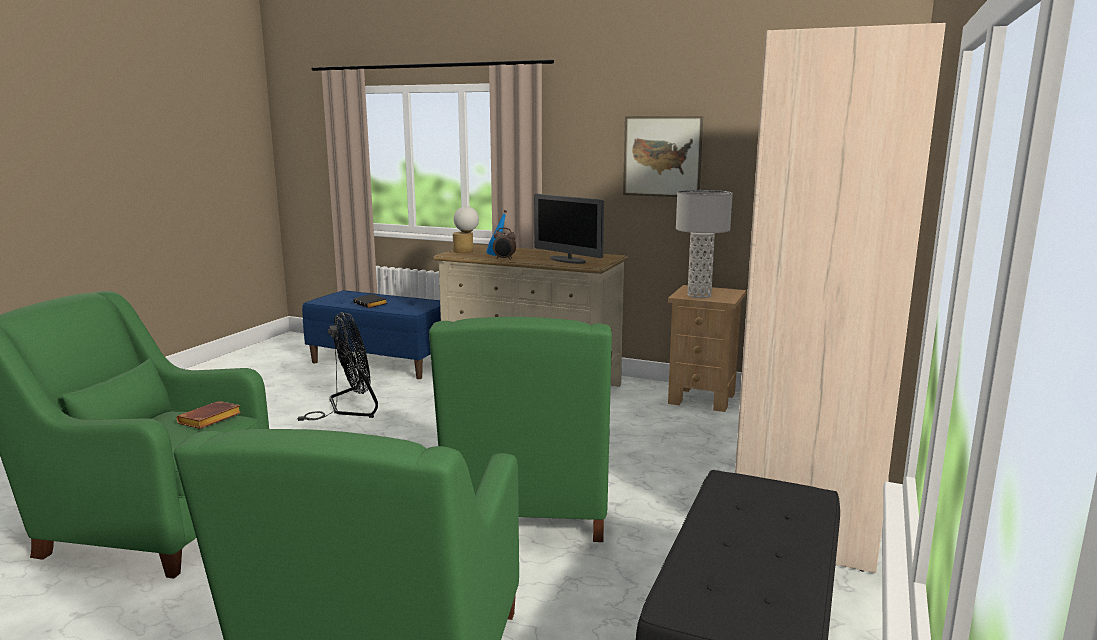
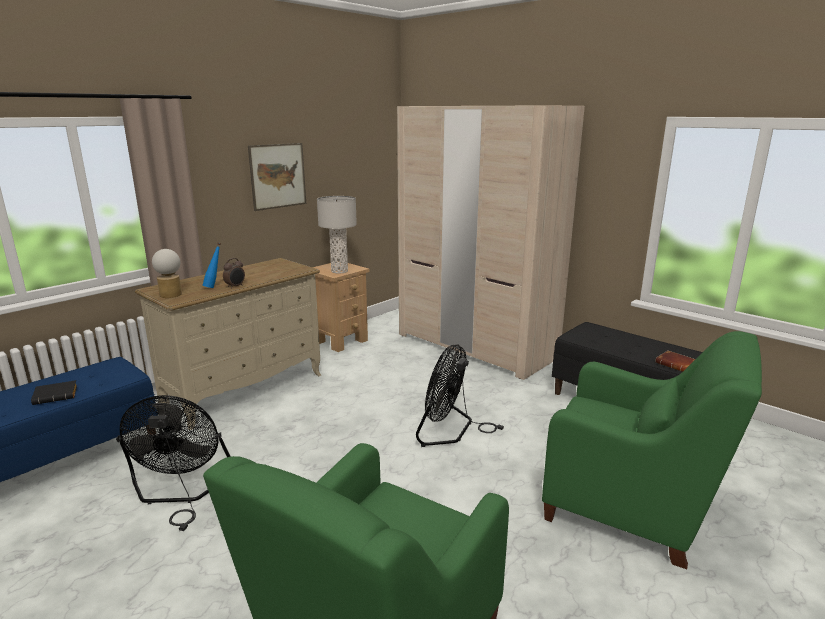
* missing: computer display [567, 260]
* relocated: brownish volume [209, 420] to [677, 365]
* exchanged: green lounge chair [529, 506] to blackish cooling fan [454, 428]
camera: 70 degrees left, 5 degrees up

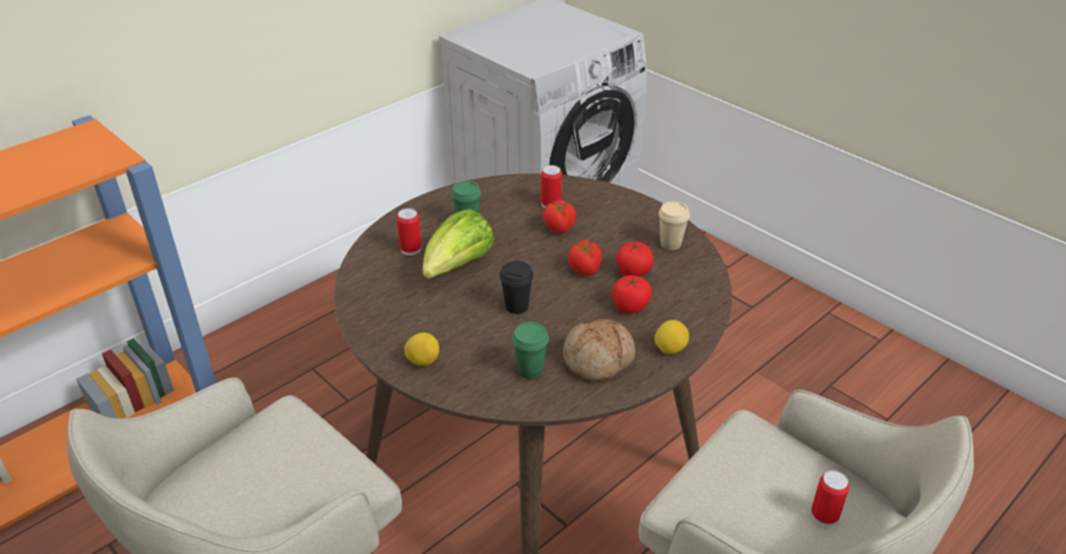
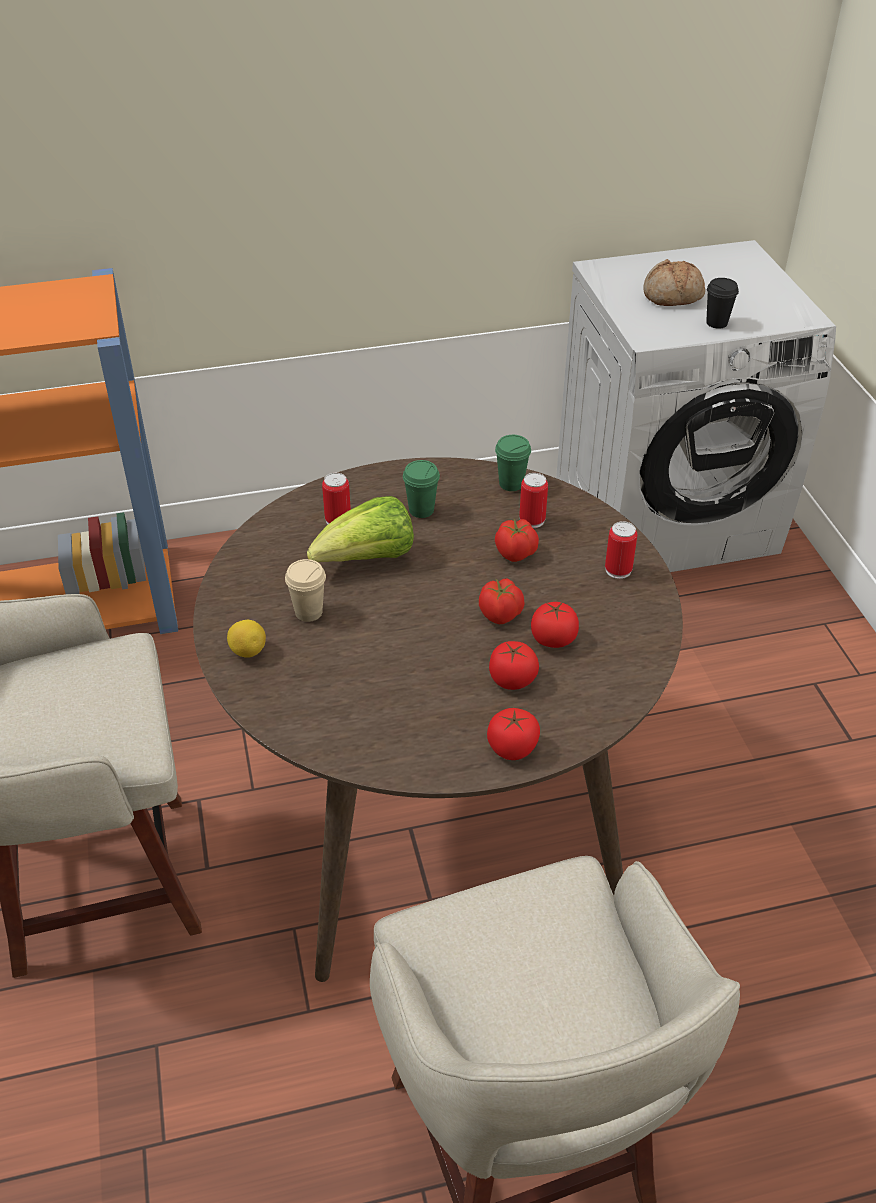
* relocated: blackish drinking cup [516, 306] to [716, 323]
* relocated: green drinking cup [530, 370] to [511, 484]
* relocated: bread [599, 360] to [672, 296]
* relocated: beige drinking cup [670, 244] to [309, 612]
* relocated: sealed can [824, 515] to [618, 570]
* exchanged: lemon [670, 349] to fresh tomato [512, 748]
camera: 30 degrees right, 5 degrees up

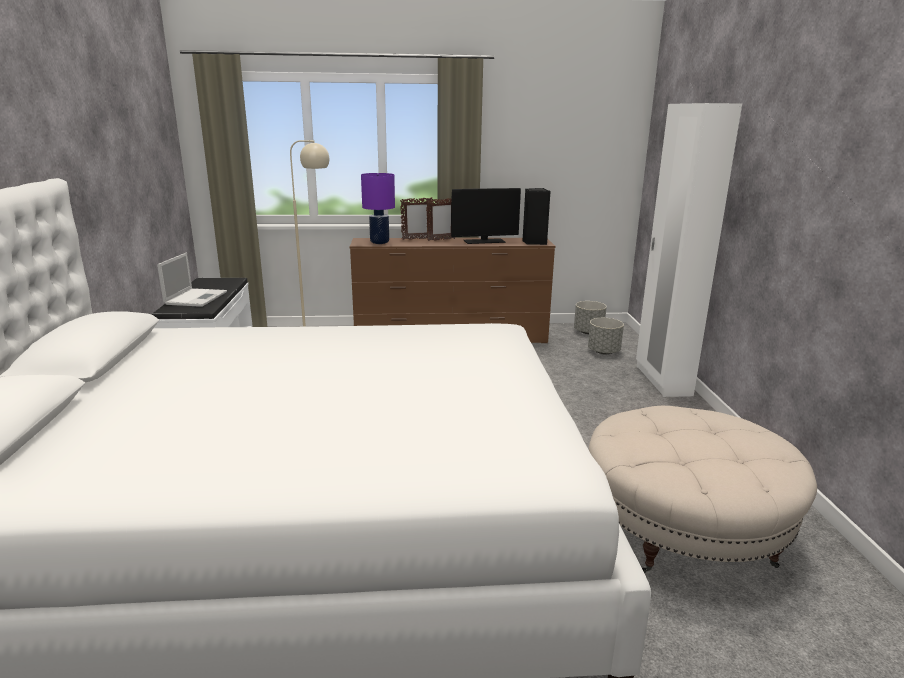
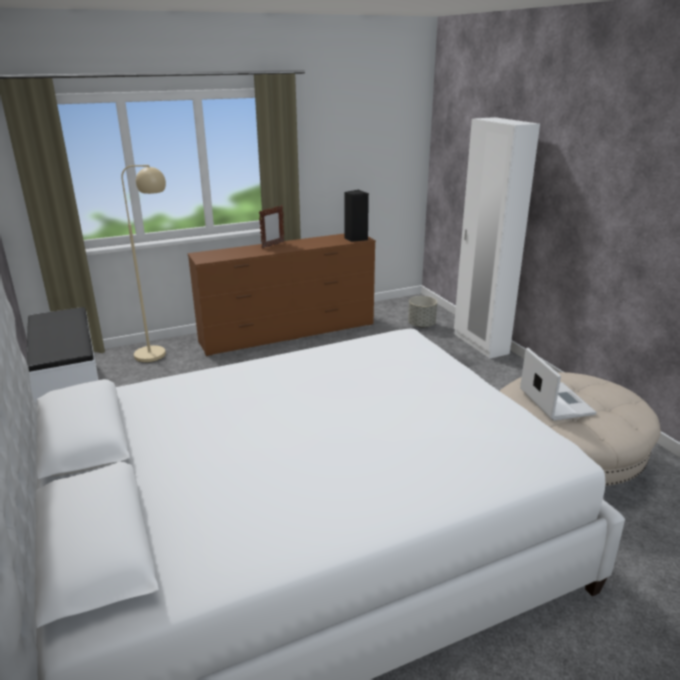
* missing: purple-coloured table lamp [379, 243]
* missing: photo frame [417, 239]
* missing: computer display [484, 241]
* missing: gray plant pot [588, 332]
* relocated: portable computer [196, 298] to [555, 401]
camera: 20 degrees left, 5 degrees up

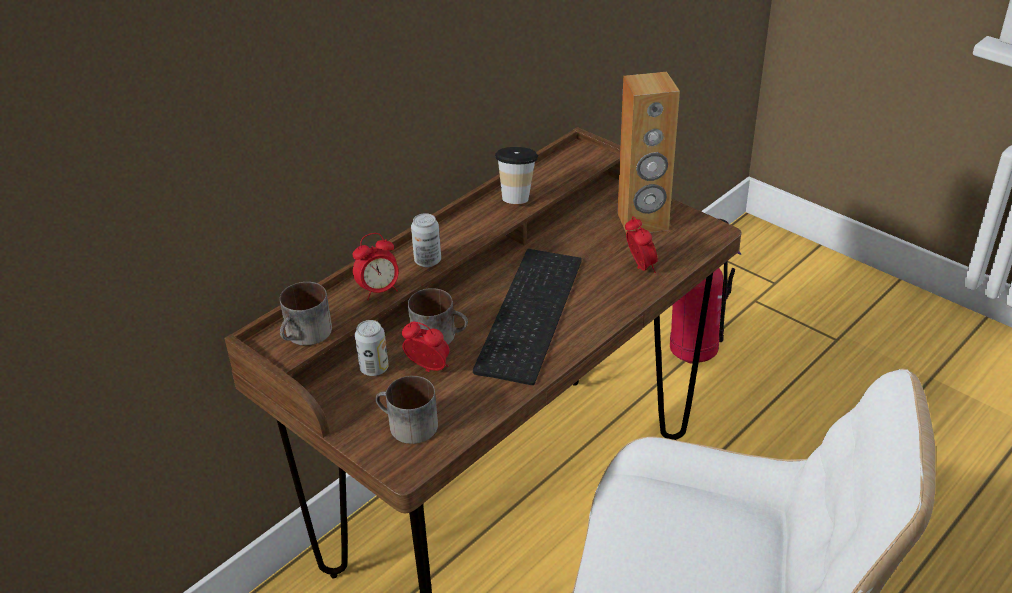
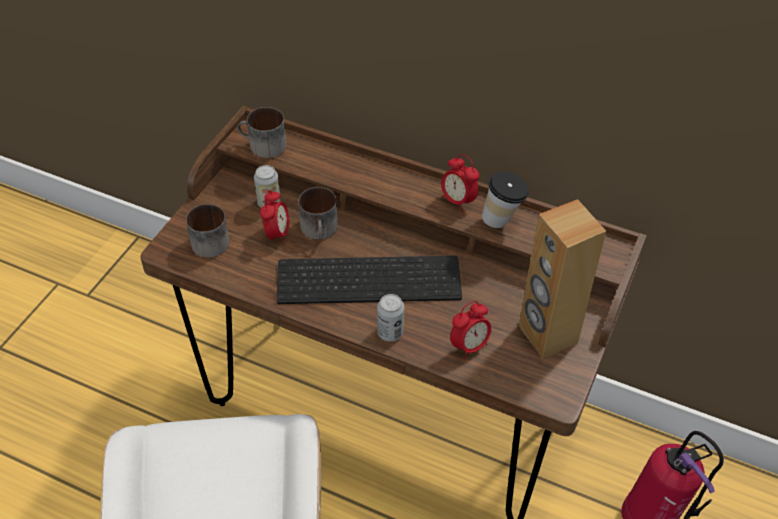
* relocated: table clock [379, 290] to [458, 201]
* relocated: sealed can [427, 261] to [390, 332]
camera: 70 degrees right, 10 degrees up

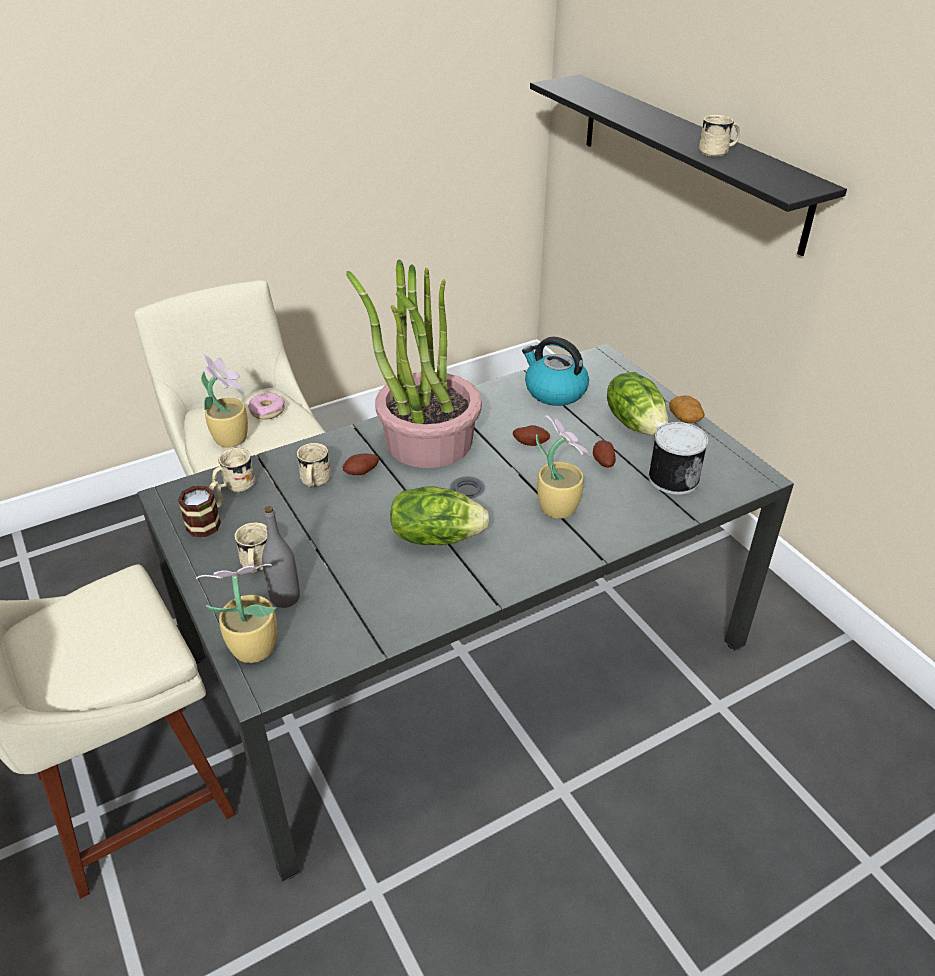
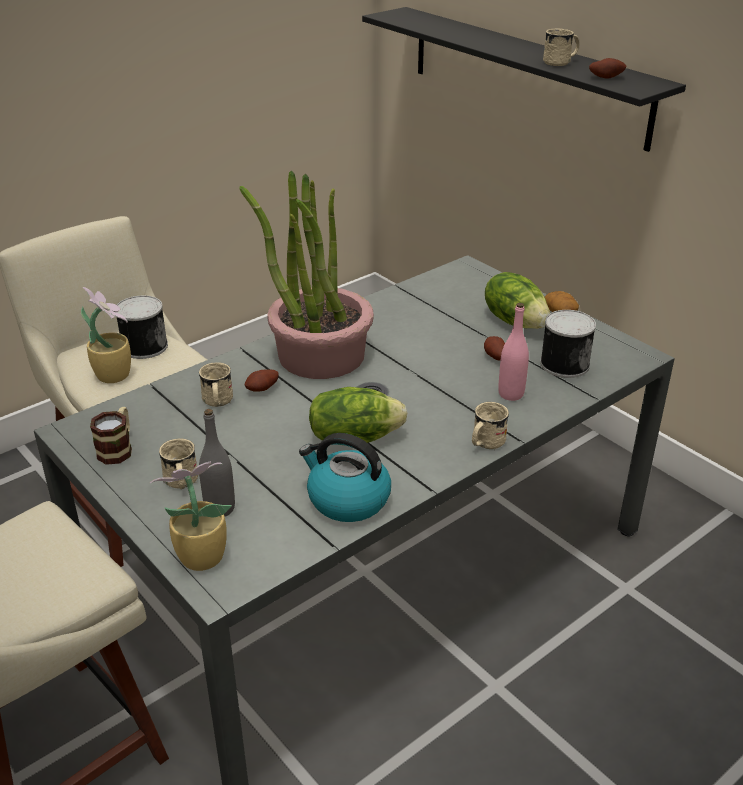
* missing: houseplant [558, 507]
* appeared: pink drink bottle [511, 394]
* relocated: beige tea mug [234, 486] to [485, 443]
* relocated: potato [531, 443] to [606, 77]
* relocated: water kettle [554, 391] to [347, 499]
* exchanged: donut [267, 411] to sealed can [143, 346]
camera: 10 degrees left, 5 degrees down

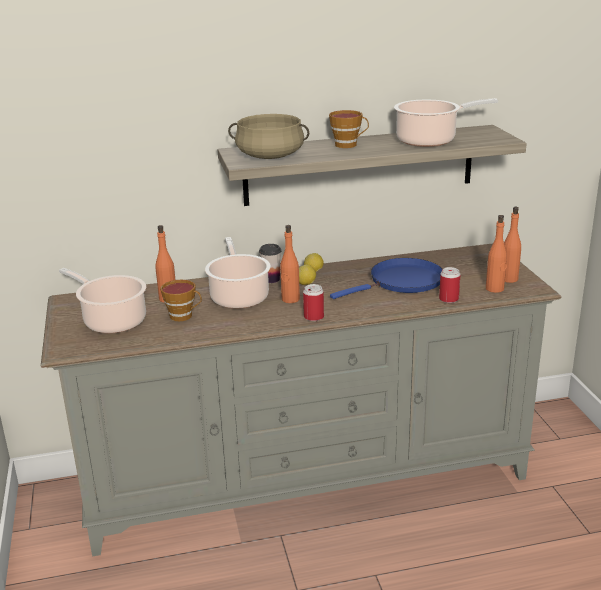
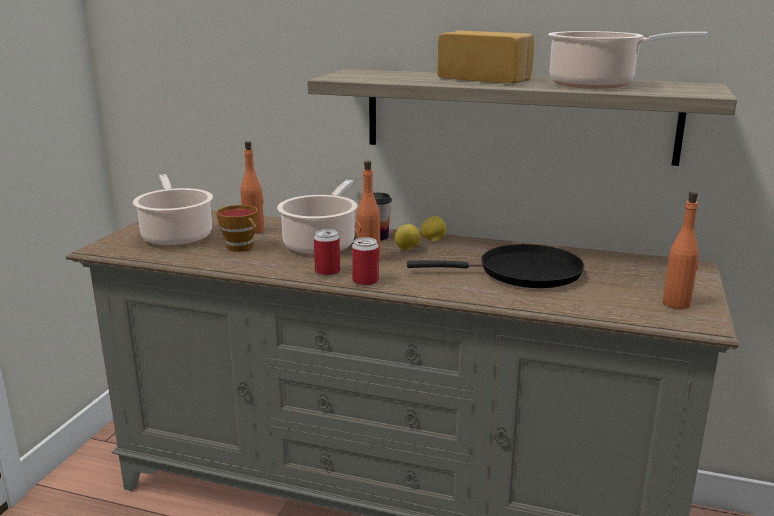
* missing: beige saucepot [270, 156]
* missing: orange drink bottle [495, 289]
* relocated: sealed can [448, 299] to [327, 272]
* exchanged: drinking cup [348, 145] to bread [486, 78]
* colour: bluish pan [402, 282] to blackish pan [522, 273]
camera: 30 degrees right, 5 degrees down

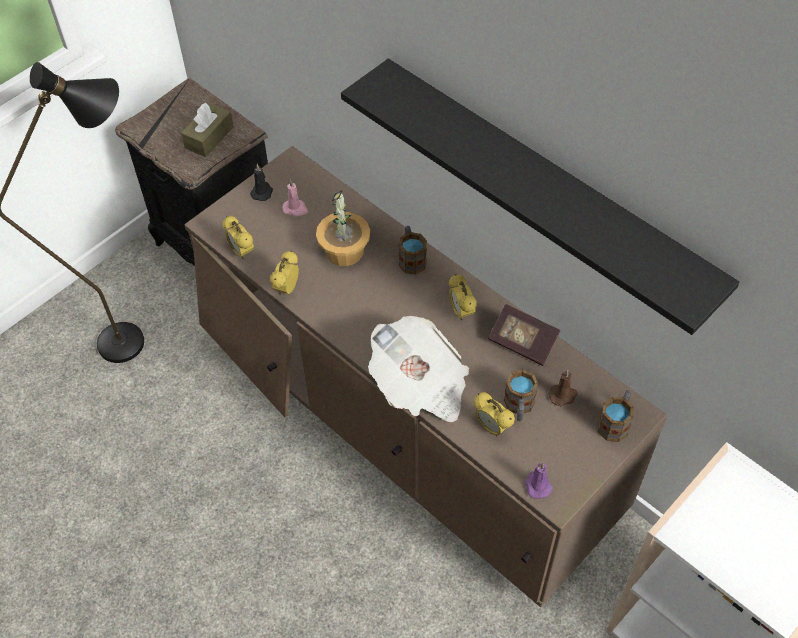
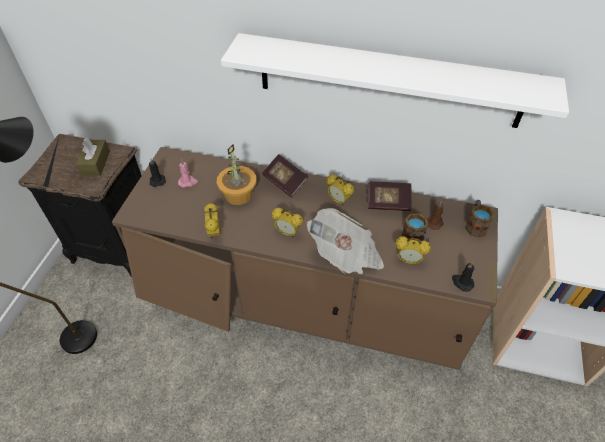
* relocated: table clock [241, 252] to [287, 233]
* exchanged: tea mug [411, 258] to volume [285, 182]
* colour: blackish bracket shelf [545, 189] to white-coloured bracket shelf [388, 81]
* colour: purple-coloured wax light [537, 485] to blackish wax light [462, 282]
camera: 30 degrees left, 5 degrees down

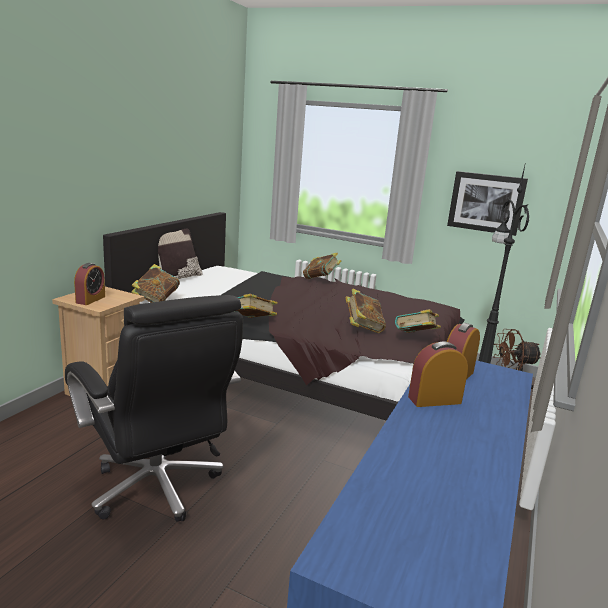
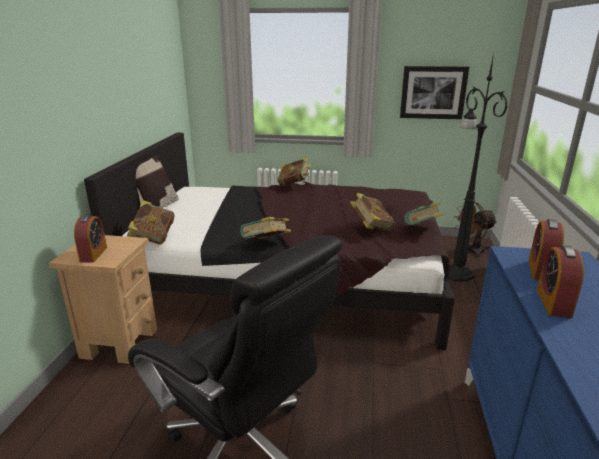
* spun: table clock [434, 400] = [553, 302] 45 degrees counterclockwise
camera: 15 degrees left, 5 degrees up

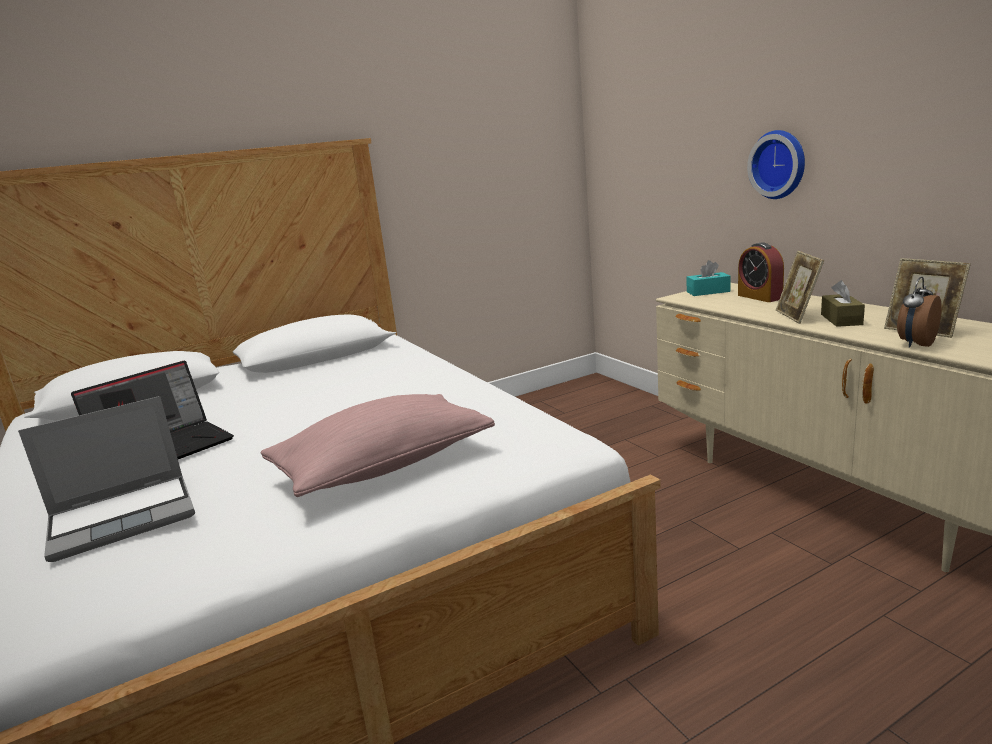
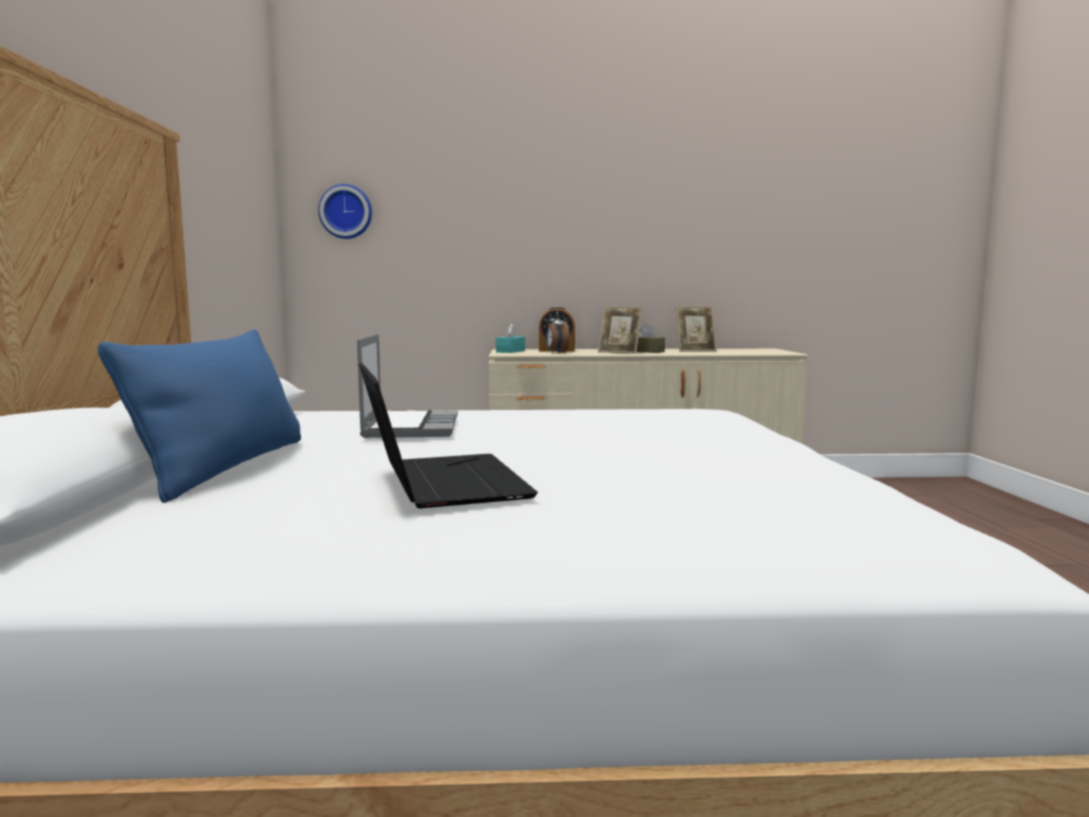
* missing: pink throw pillow [383, 466]
* appeared: bluish throw pillow [226, 467]
* relocated: portable computer [124, 517] to [410, 427]
* relocated: clock on the wall [779, 164] to [346, 212]
* relocated: table clock [915, 344] to [556, 352]
camera: 65 degrees left, 10 degrees down

